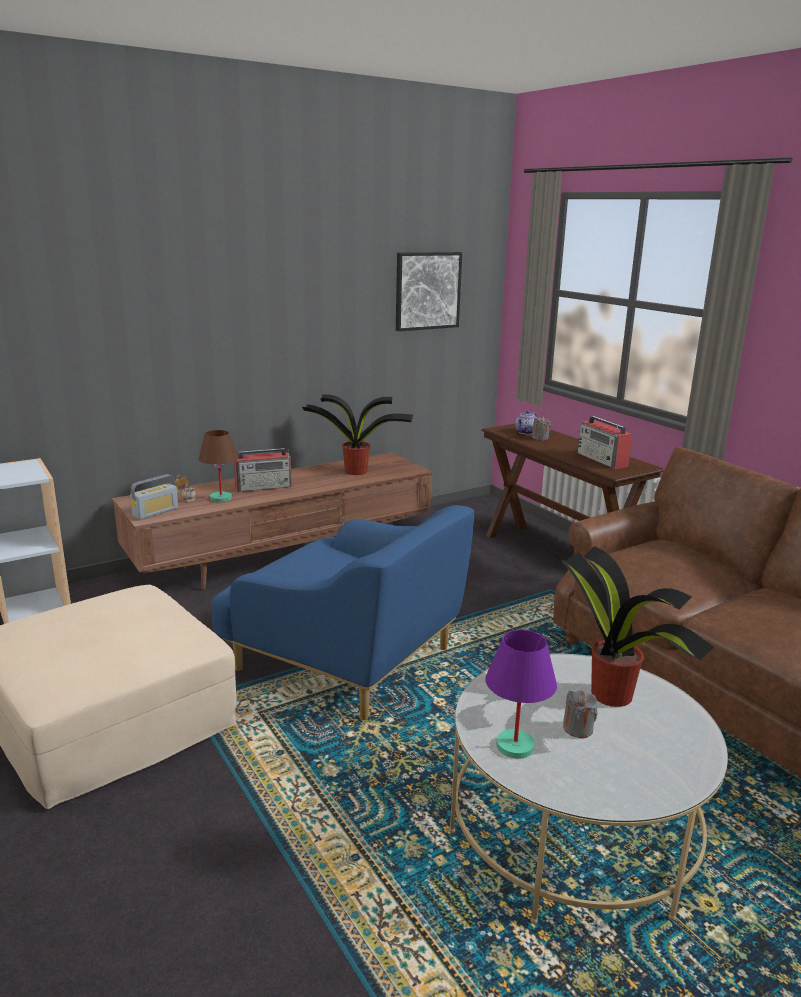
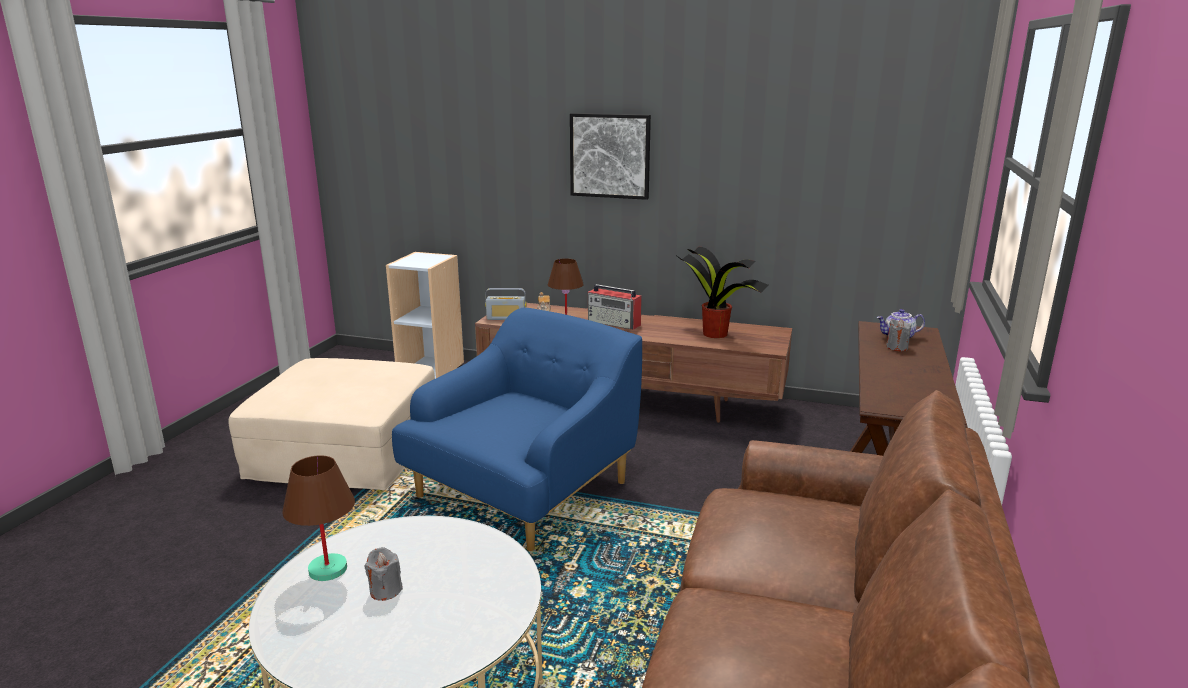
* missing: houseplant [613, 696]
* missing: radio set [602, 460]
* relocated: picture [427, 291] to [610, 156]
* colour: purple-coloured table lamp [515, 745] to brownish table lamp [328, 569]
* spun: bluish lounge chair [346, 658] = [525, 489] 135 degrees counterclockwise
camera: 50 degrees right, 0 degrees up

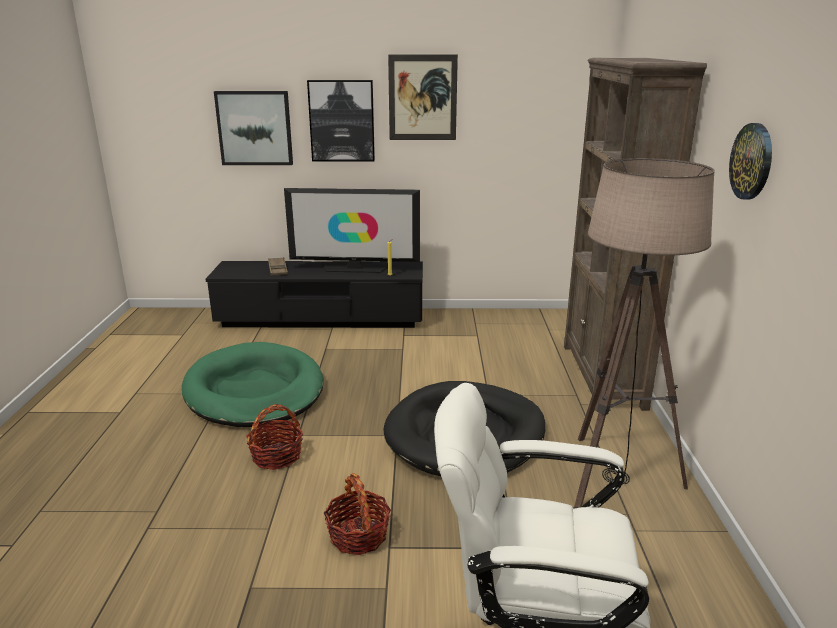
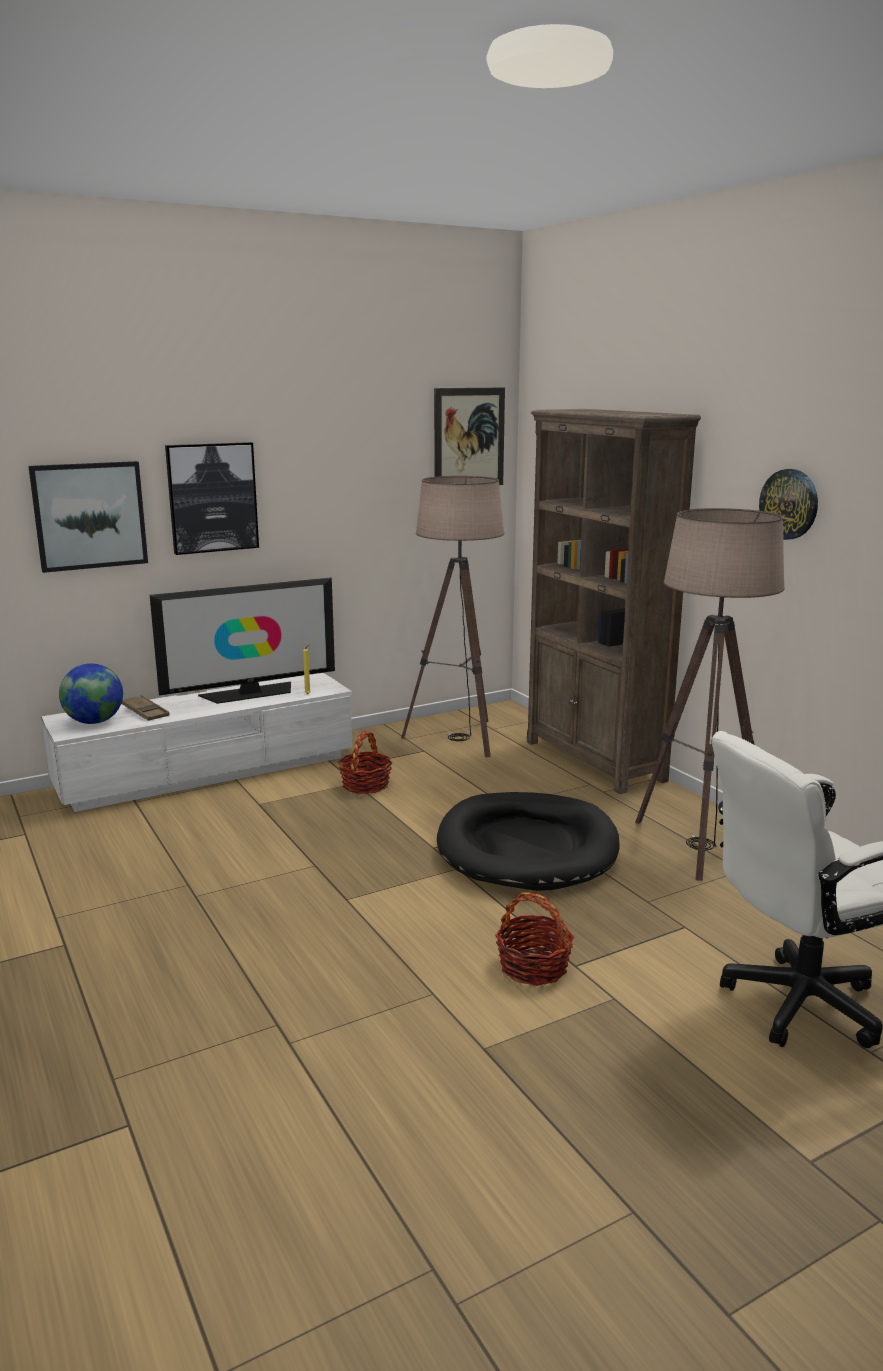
* missing: green dog bed [255, 390]
* appeared: world globe [94, 722]
* appeared: standing lamp [458, 738]
* relocated: storage basket [276, 456] to [365, 785]
* relocated: picture [422, 98] to [469, 438]
* colour: blackish media console [321, 319] to white-coloured media console [208, 772]
camera: 30 degrees left, 5 degrees down

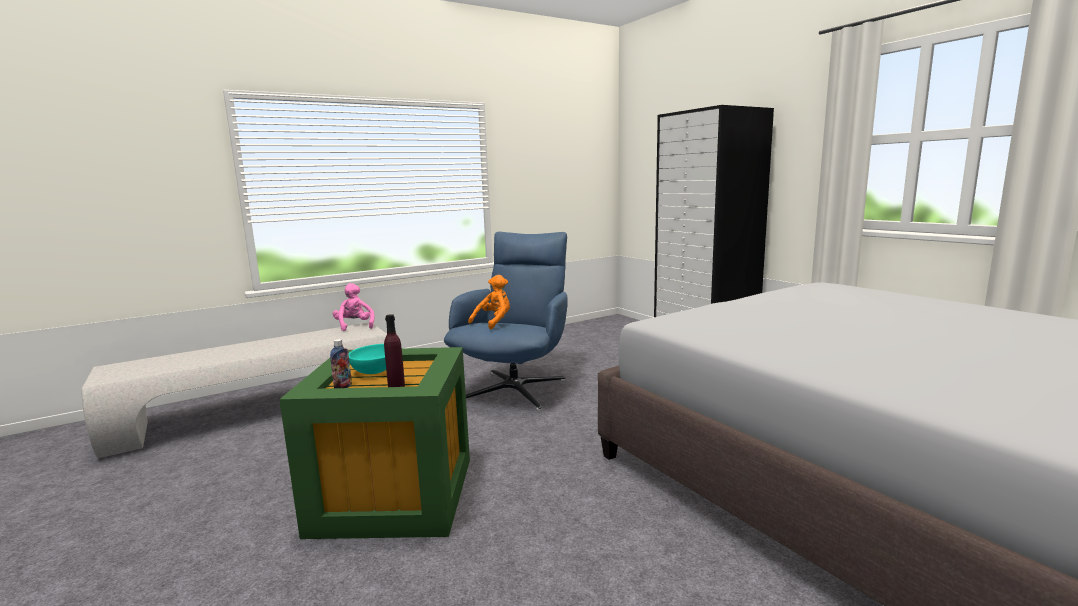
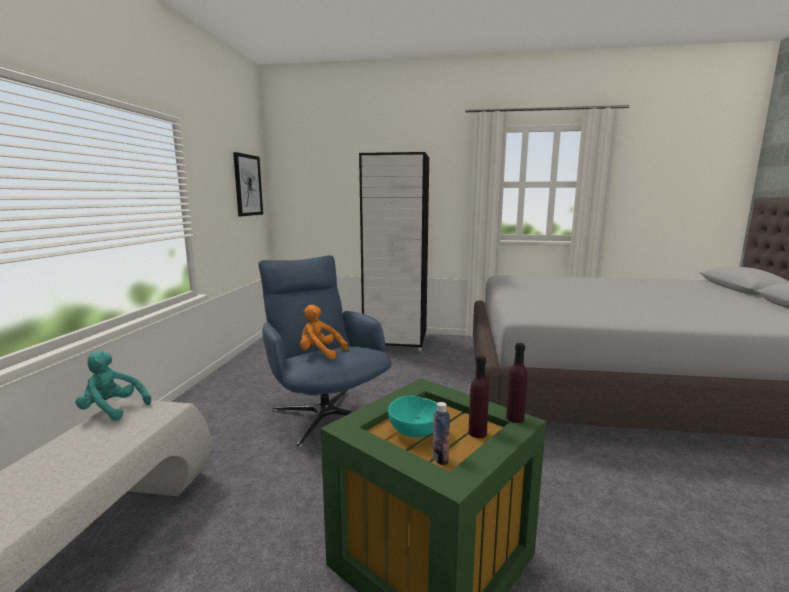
* appeared: picture [247, 185]
* appeared: purple-coloured drink bottle [515, 418]
* colour: pink plush toy [354, 326] to turquoise-coloured plush toy [112, 410]
* spun: orange plush toy [494, 322] = [320, 353] 60 degrees counterclockwise
camera: 50 degrees left, 0 degrees up

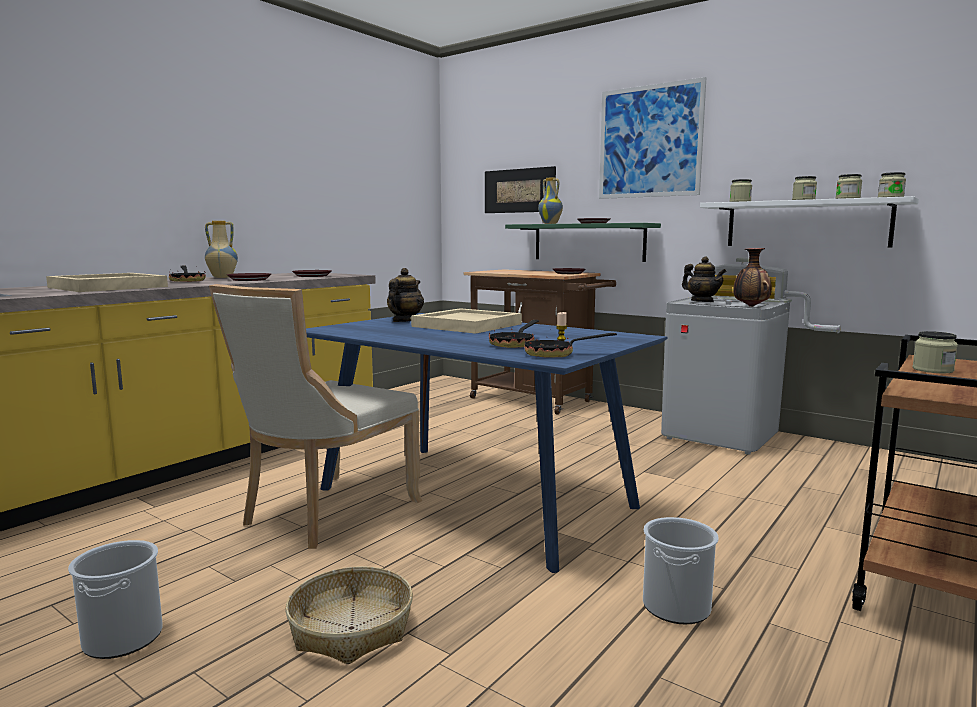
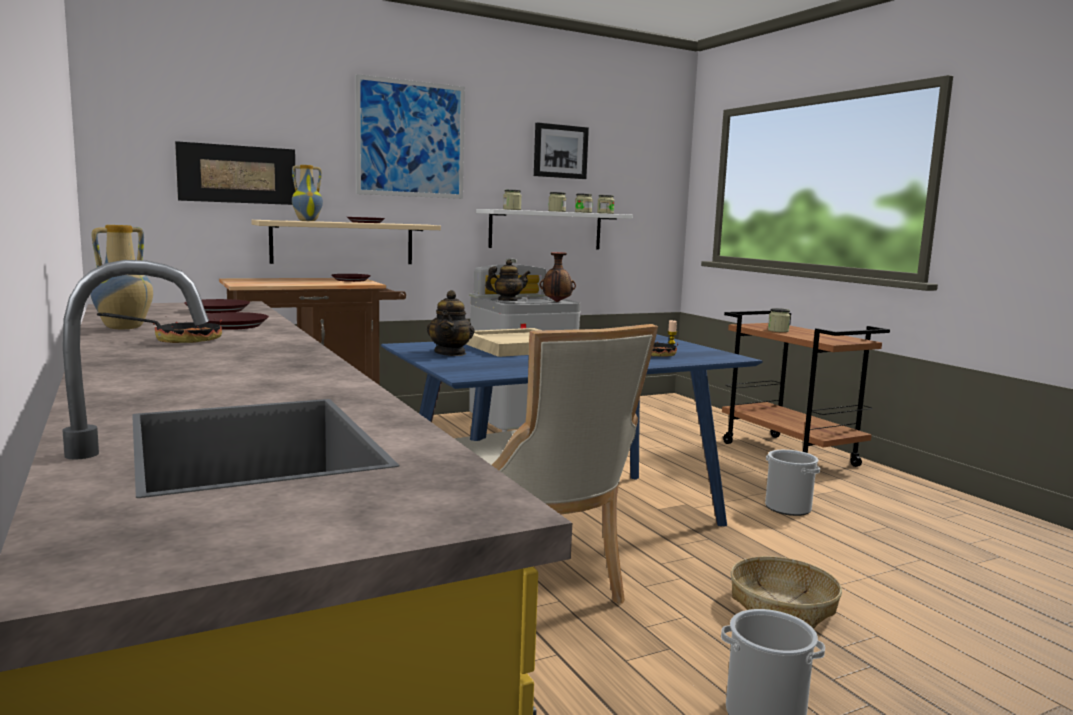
* missing: beige serving tray [107, 287]
* missing: pan [557, 354]
* appeared: picture [560, 151]
* colour: green bracket shelf [588, 242] to beige bracket shelf [343, 243]
* spun: tea pot [405, 321] = [450, 353] 135 degrees counterclockwise
camera: 65 degrees left, 0 degrees up

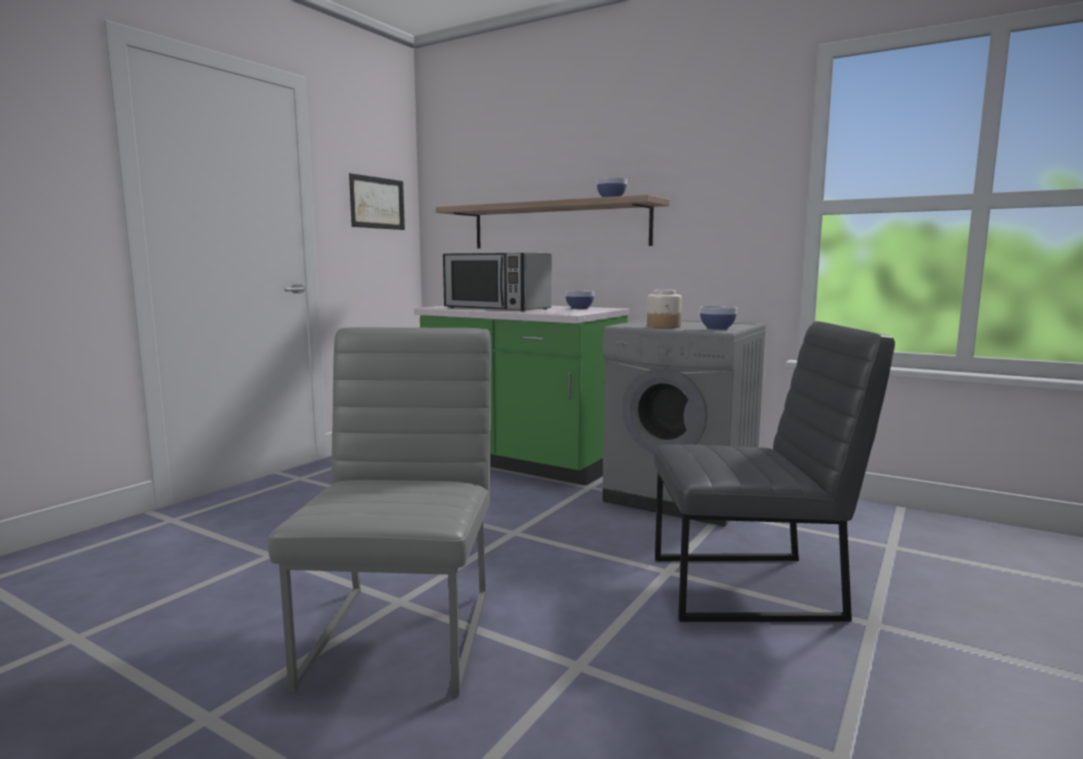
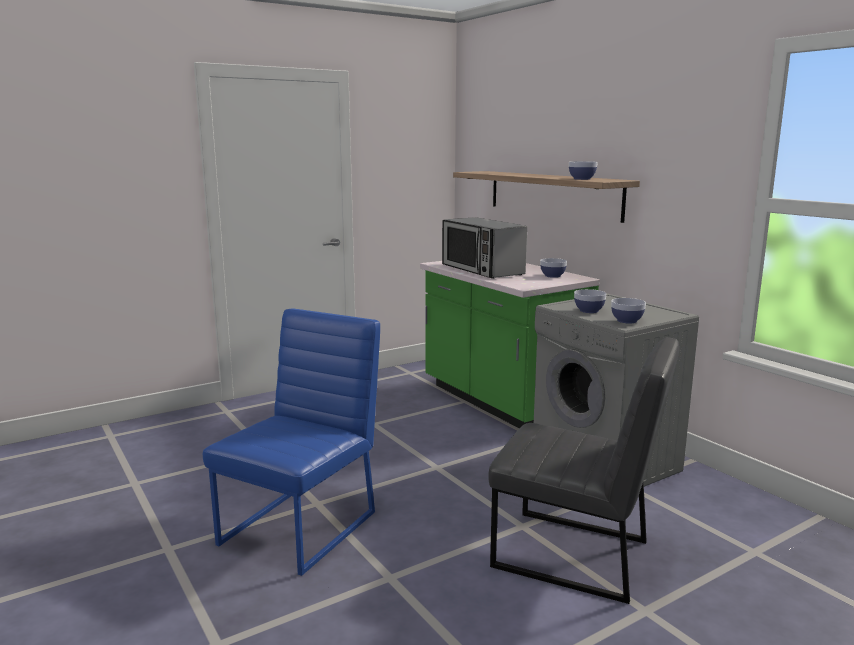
* missing: picture [377, 203]
* exchanged: preserve jar [664, 326] to deep dish [589, 311]
* colour: gray chair [403, 633] to bluish chair [302, 526]
camera: 25 degrees right, 5 degrees up

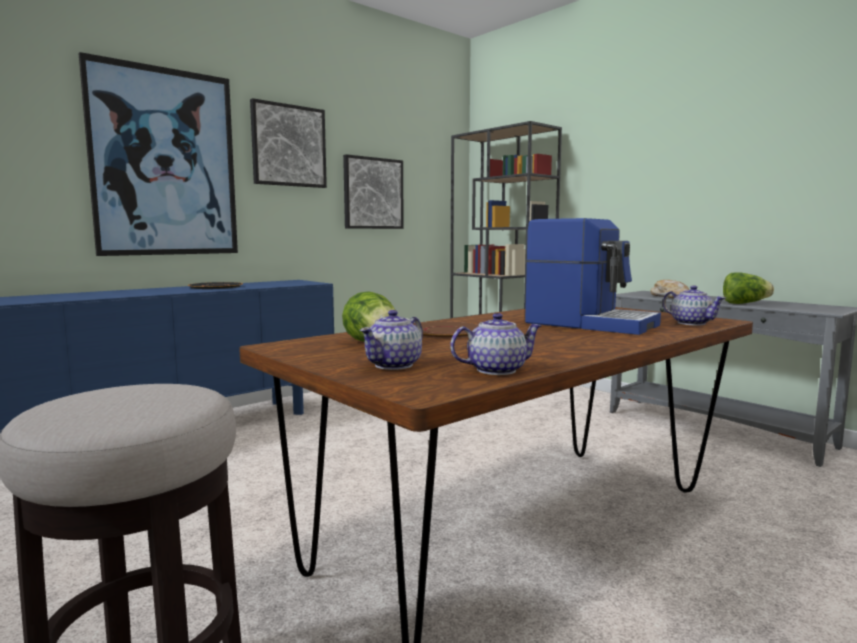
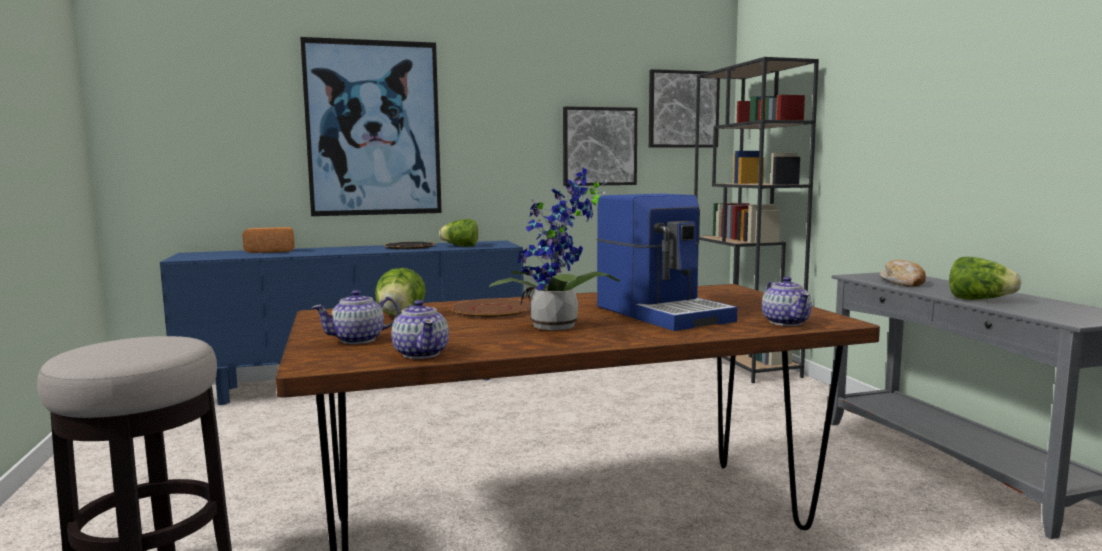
* appeared: bread [271, 251]
* appeared: head of lettuce [460, 246]
* appeared: houseplant [558, 328]
* relocated: picture [288, 146] to [683, 109]
* spun: tea pot [495, 370] = [421, 353] 60 degrees clockwise
camera: 25 degrees right, 0 degrees up

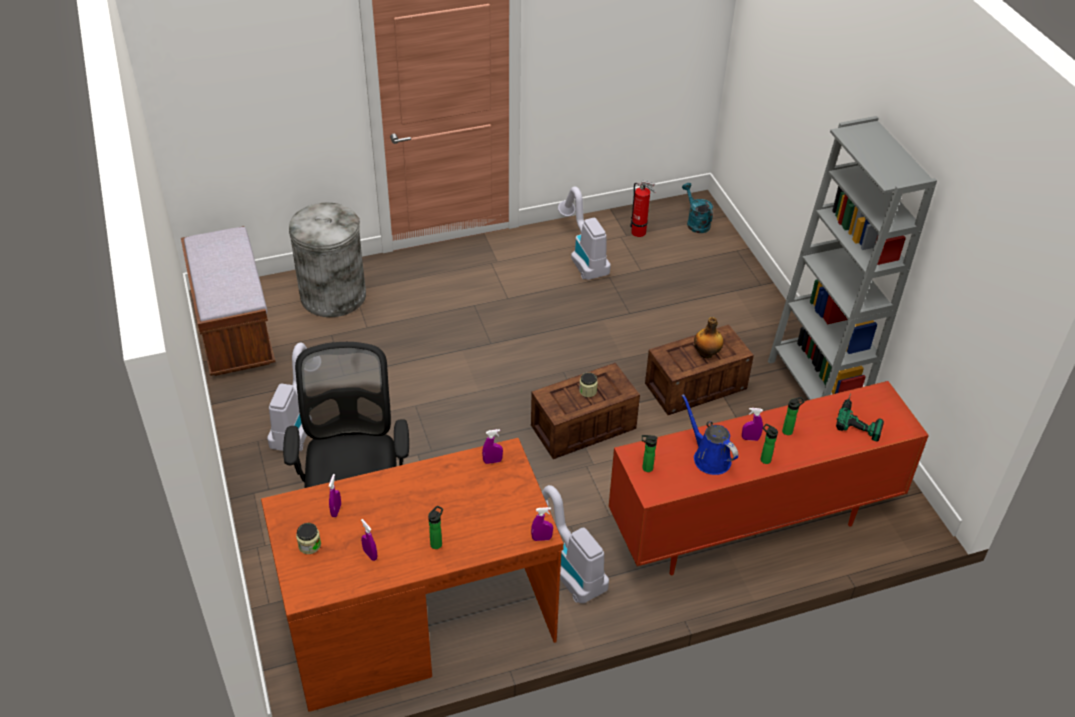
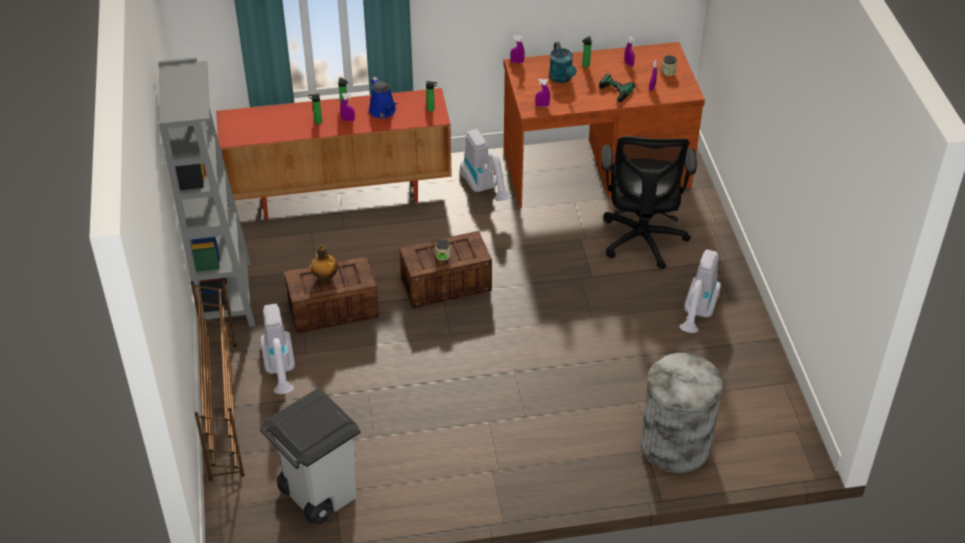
* missing: brownish bench [234, 331]
* appeared: brownish shoe stand [224, 408]
* relocated: hoover [583, 257] to [281, 371]
* relocated: turquoise-coloured watering pot [696, 222] to [562, 78]
* relocated: electric drill [860, 418] to [612, 94]
* exchanged: extinguisher [640, 233] to gray waste bin [317, 494]
camera: 170 degrees left, 0 degrees up

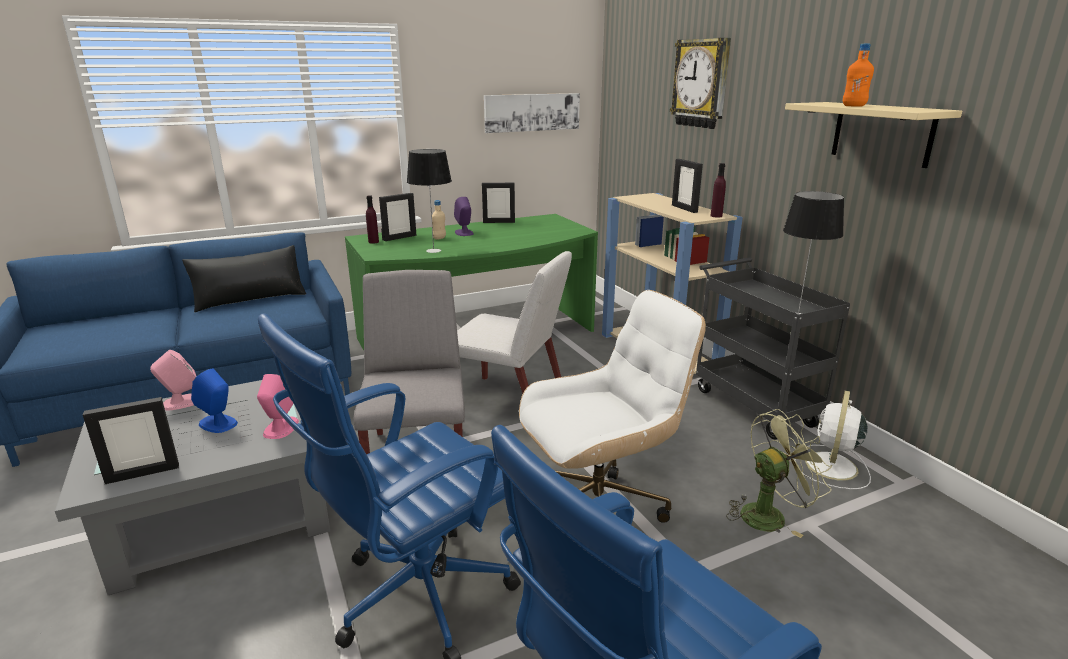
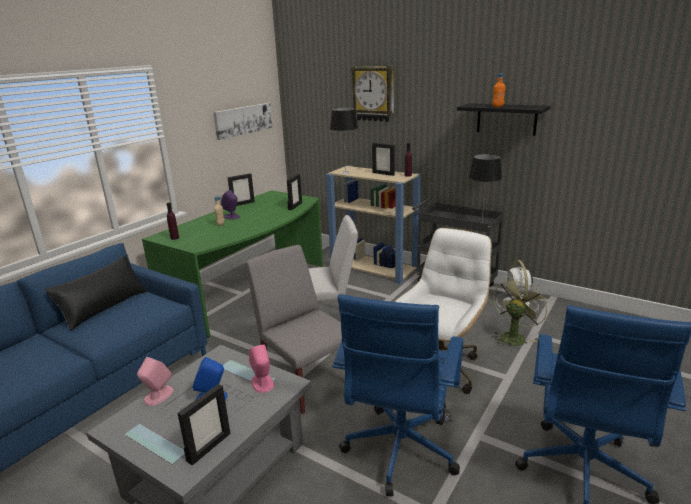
* relocated: photo frame [399, 237] to [295, 206]
* relocated: table lamp [433, 250] to [345, 172]
* colour: beige bracket shelf [882, 133] to blackish bracket shelf [506, 119]
camera: 30 degrees left, 0 degrees up

